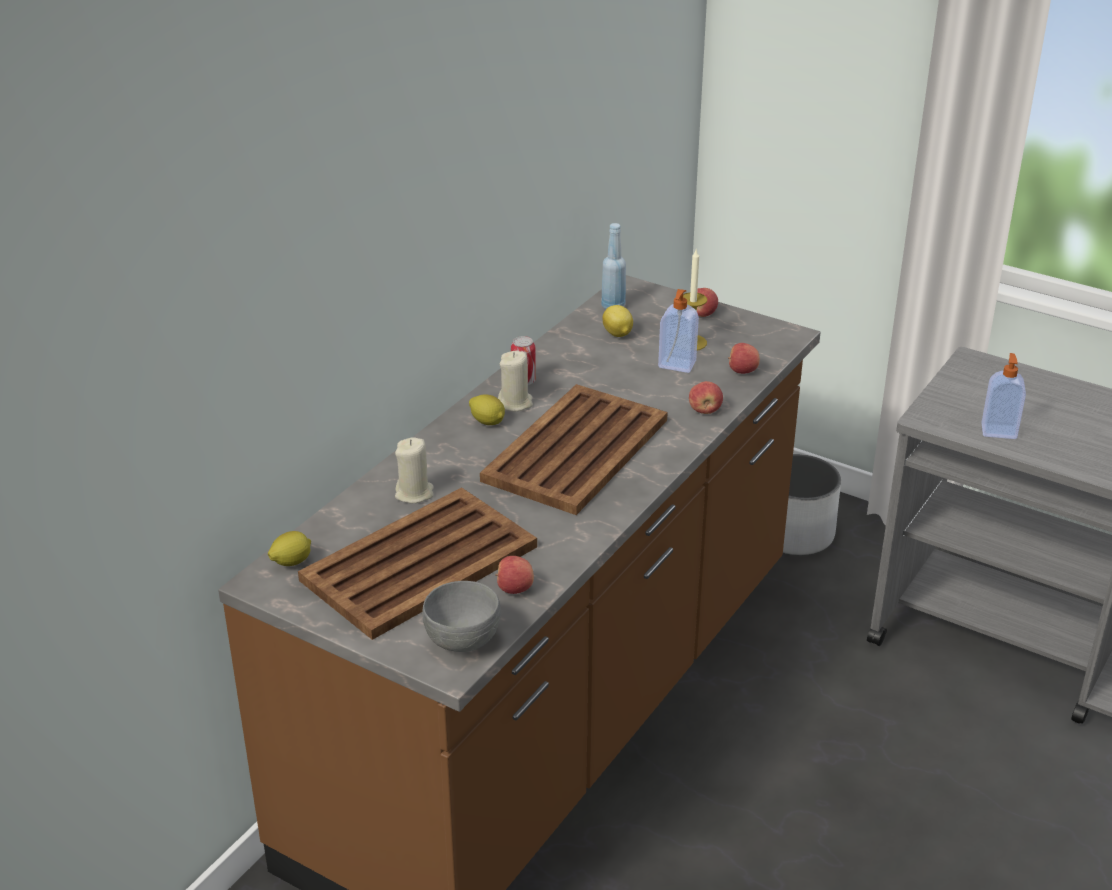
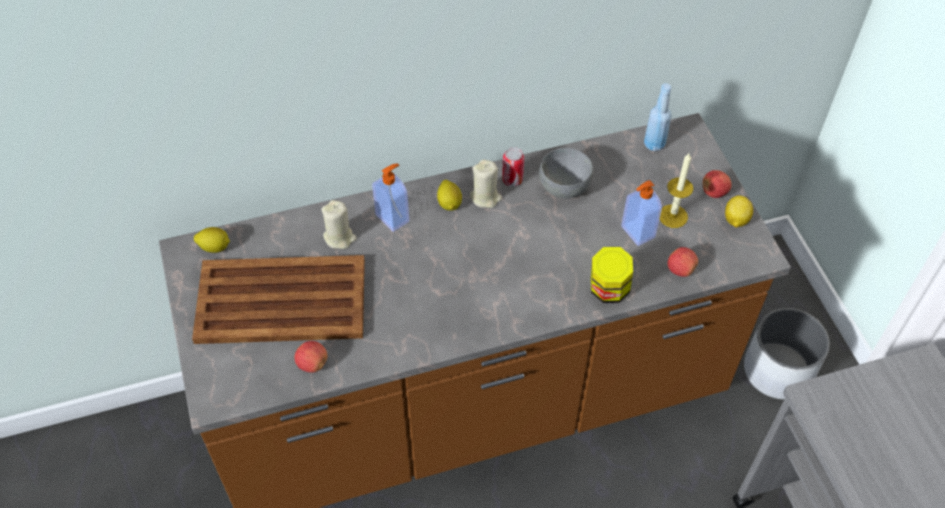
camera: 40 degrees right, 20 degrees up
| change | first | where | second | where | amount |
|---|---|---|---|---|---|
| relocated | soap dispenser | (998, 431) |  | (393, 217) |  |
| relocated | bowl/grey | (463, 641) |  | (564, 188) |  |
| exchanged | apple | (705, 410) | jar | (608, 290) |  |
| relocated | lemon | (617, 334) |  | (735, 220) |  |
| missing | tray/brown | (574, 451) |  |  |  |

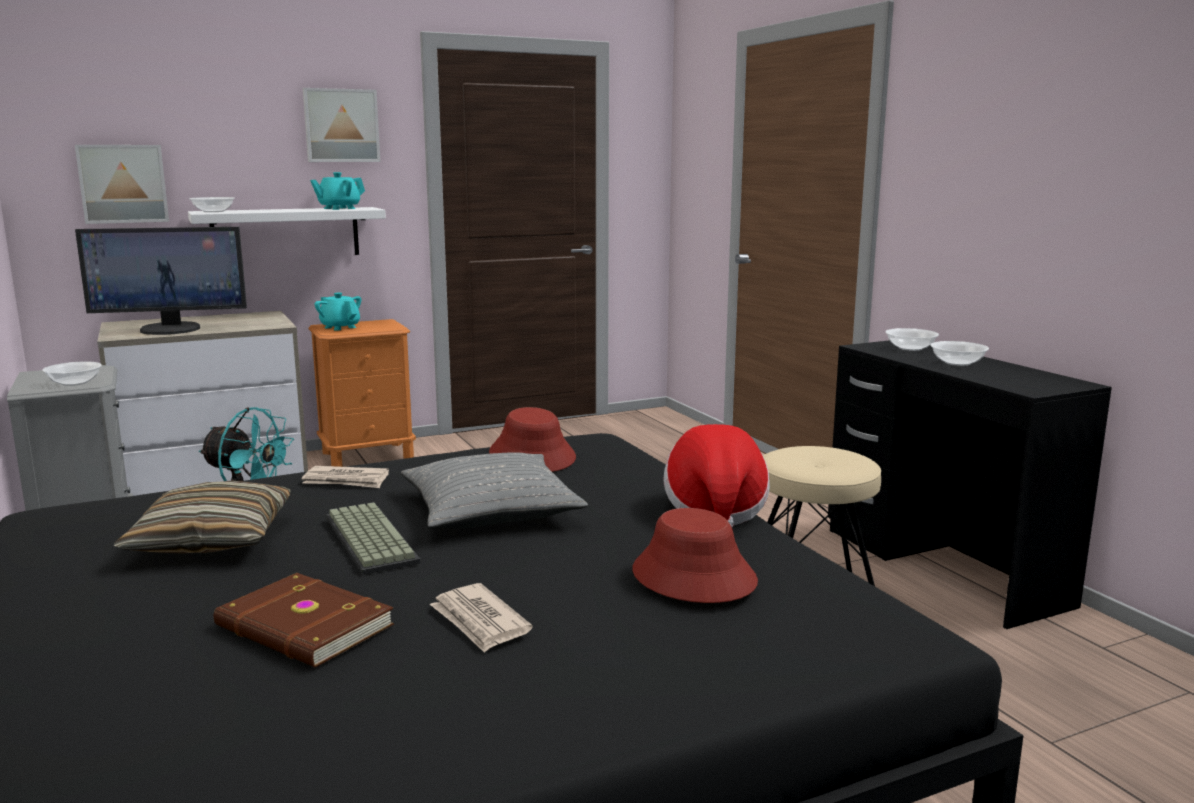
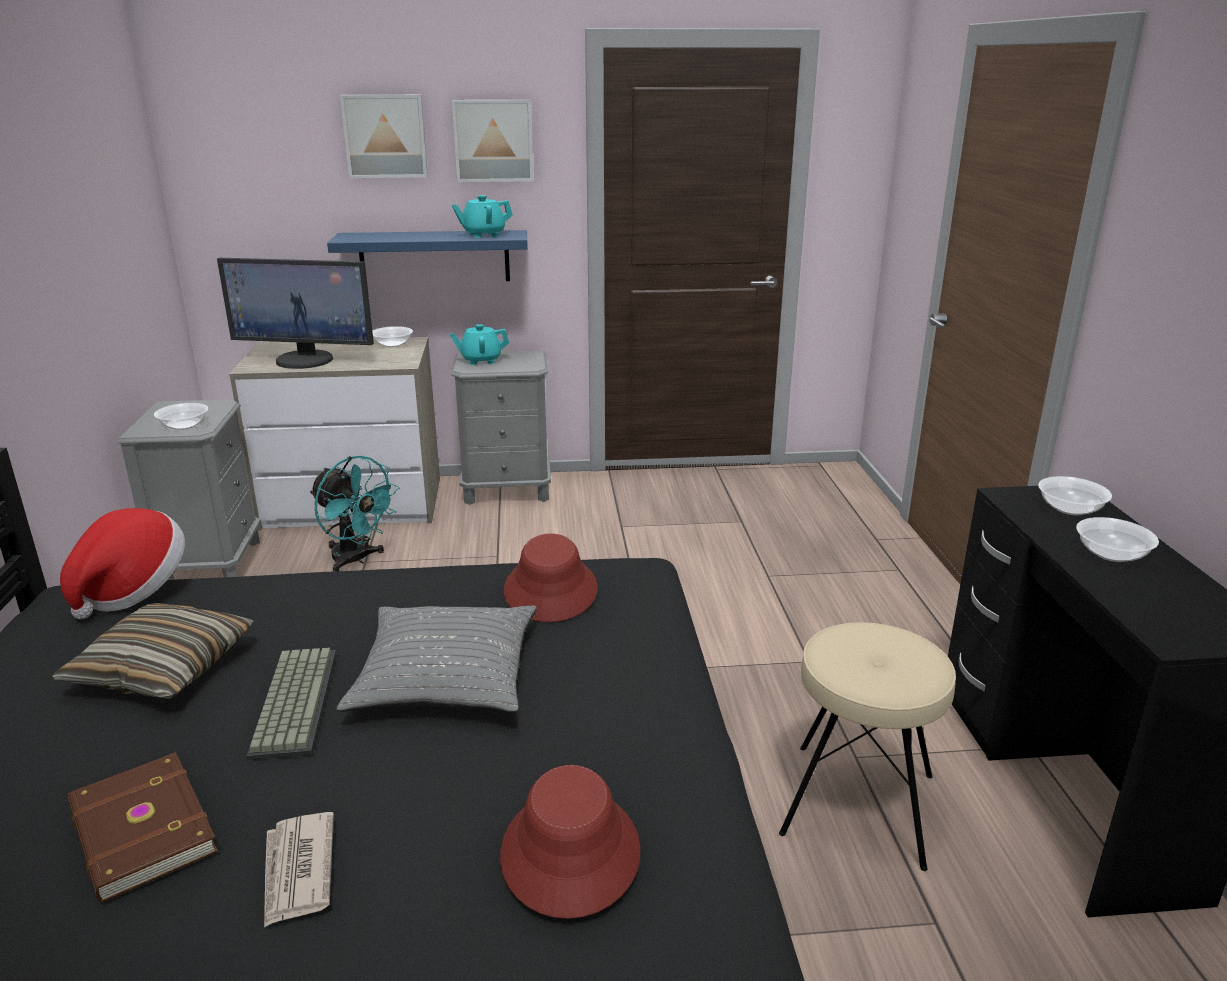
camera: 20 degrees right, 10 degrees up
| change | first | where | second | where | amount |
|---|---|---|---|---|---|
| relocated | hat | (715, 510) |  | (133, 590) |  |
| colour | shelf/white | (286, 233) | shelf/blue | (434, 257) |  |
| relocated | picture | (123, 183) |  | (385, 136) |  |
| relocated | bowl | (213, 211) |  | (392, 344) |  |
| spun | teapot/turquoise | (340, 327) |  | (481, 360) | 75 degrees counterclockwise |
| colour | nightstand/orange | (368, 455) | nightstand/grey | (507, 490) |  |
| missing | newspaper | (346, 481) |  |  |  |

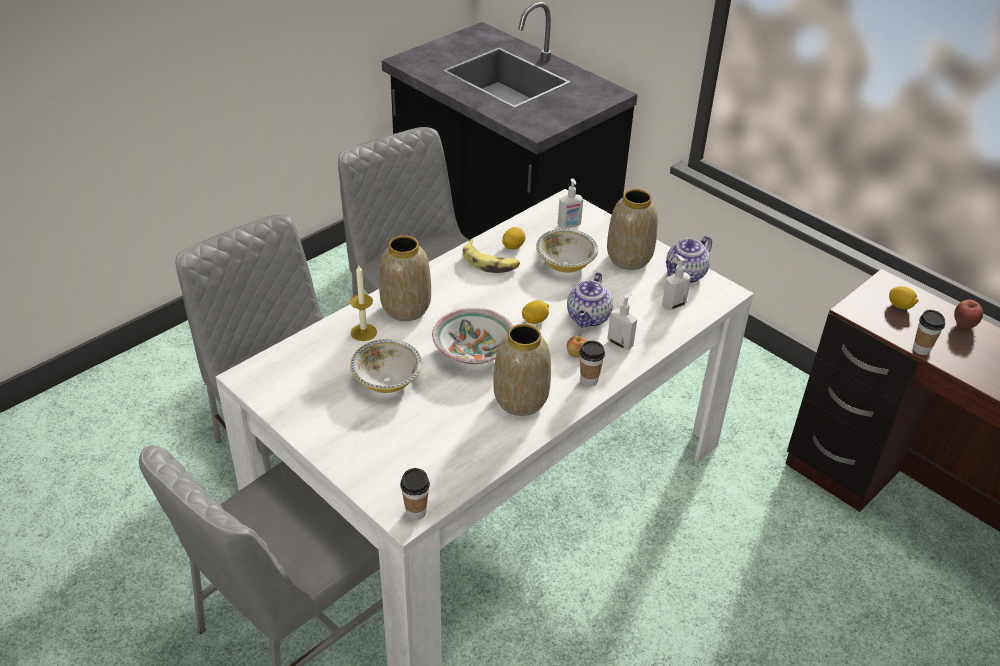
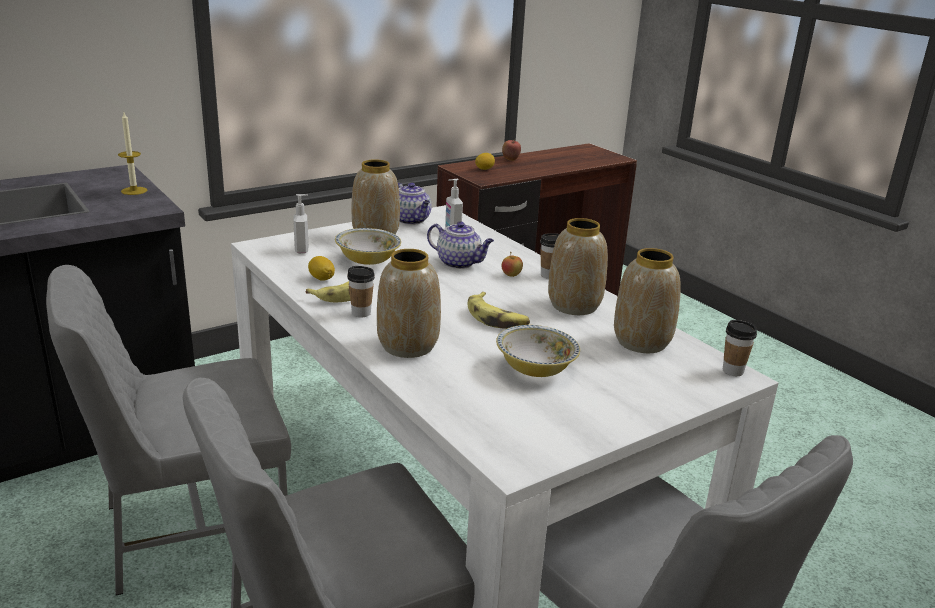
camera: 80 degrees left, 15 degrees down
| change | first | where | second | where | amount |
|---|---|---|---|---|---|
| relocated | candle | (363, 332) |  | (134, 191) |  |
| relocated | cup | (921, 349) |  | (361, 313) |  |
| exchanged | bowl | (474, 352) | banana | (497, 318) |  |
| appeared |  |  | vase | (641, 342) |  |
| missing | lemon | (535, 320) |  |  |  |
| missing | soap dispenser | (620, 343) |  |  |  |

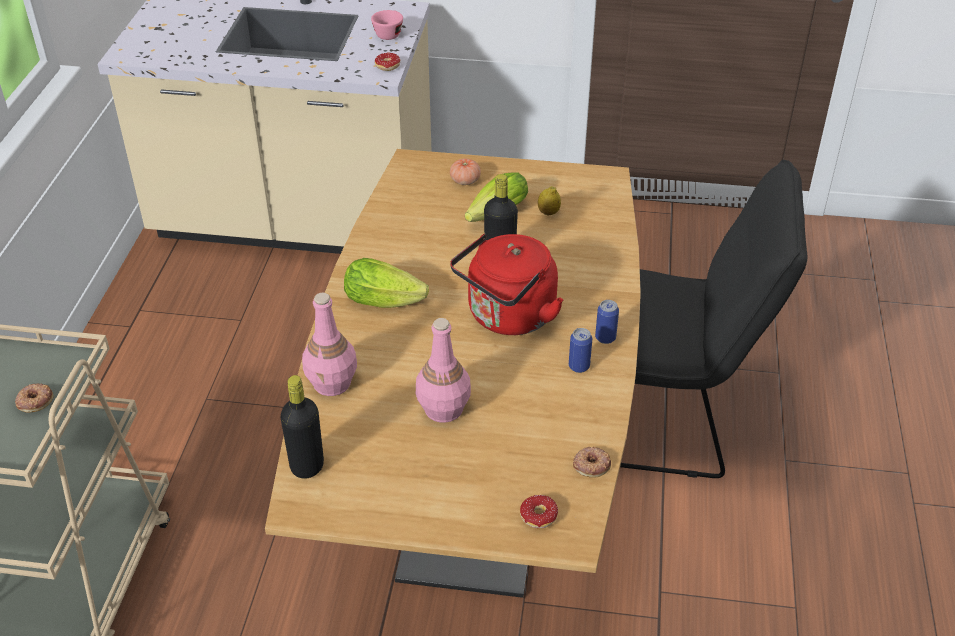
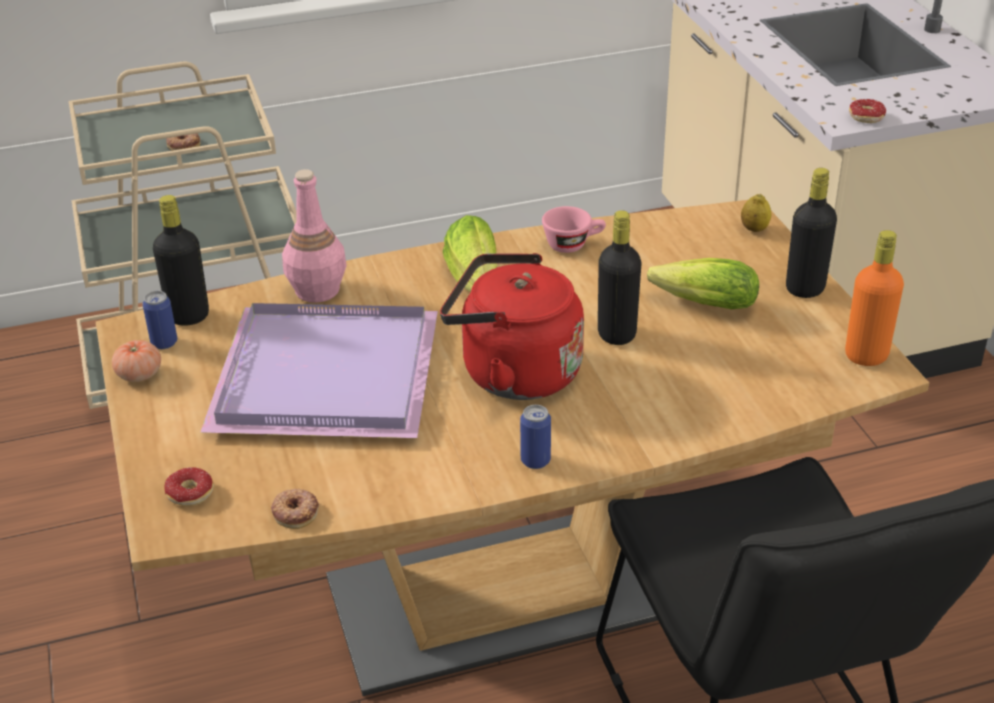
camera: 65 degrees right, 5 degrees down
| change | first | where | second | where | amount |
|---|---|---|---|---|---|
| relocated | tomato | (465, 181) |  | (139, 374) |  |
| relocated | can | (579, 366) |  | (164, 343) |  |
| exchanged | bottle/pink | (443, 409) | tray/purple | (323, 374) |  |
| relocated | cup/pink | (389, 33) |  | (573, 244) |  |
| relocated | lemon | (548, 213) |  | (754, 229) |  |
| appeared |  |  | bottle/black | (805, 288) |  |
| appeared |  |  | bottle/orange | (866, 356) |  |

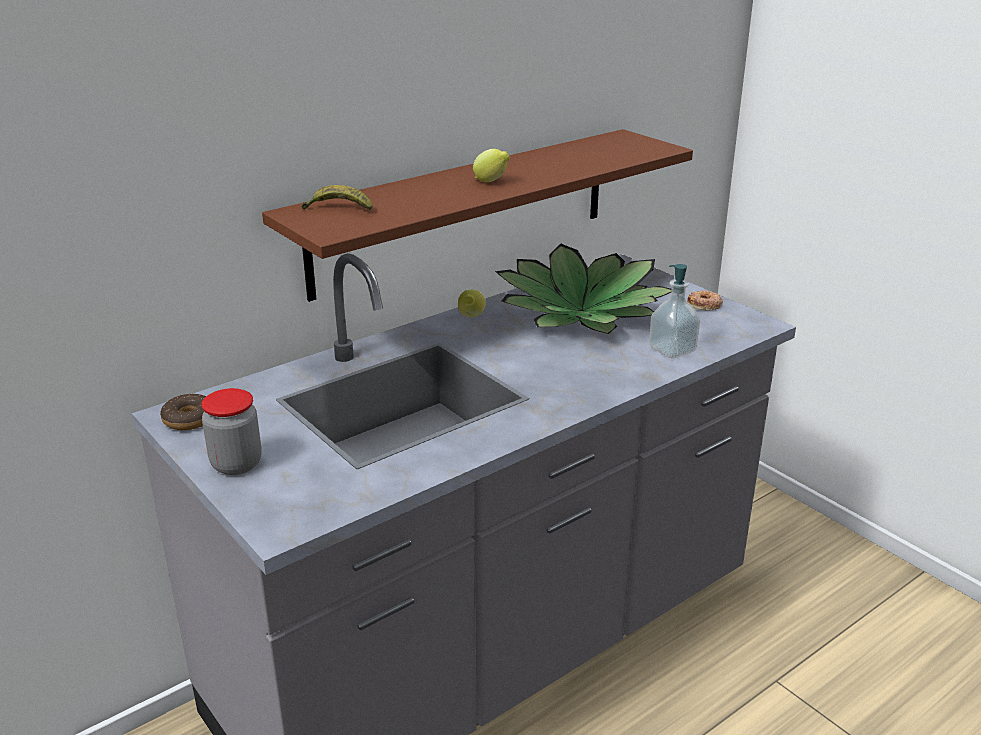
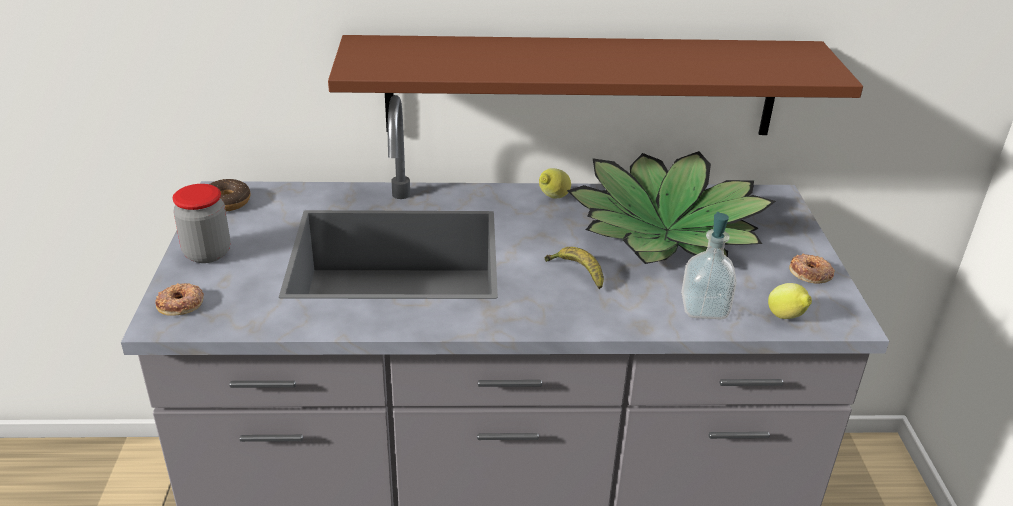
camera: 35 degrees right, 5 degrees up
| change | first | where | second | where | amount |
|---|---|---|---|---|---|
| appeared |  |  | donut | (181, 304) |  |
| relocated | banana | (339, 209) |  | (577, 273) |  |
| relocated | lemon | (491, 182) |  | (786, 318) |  |

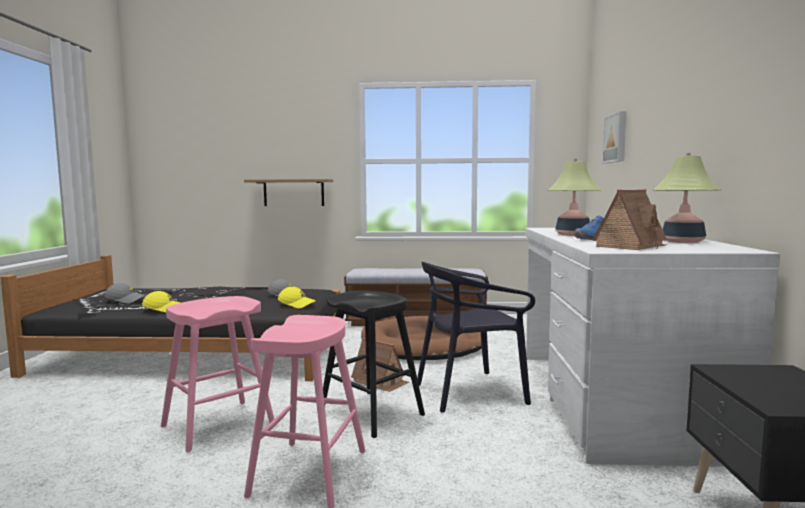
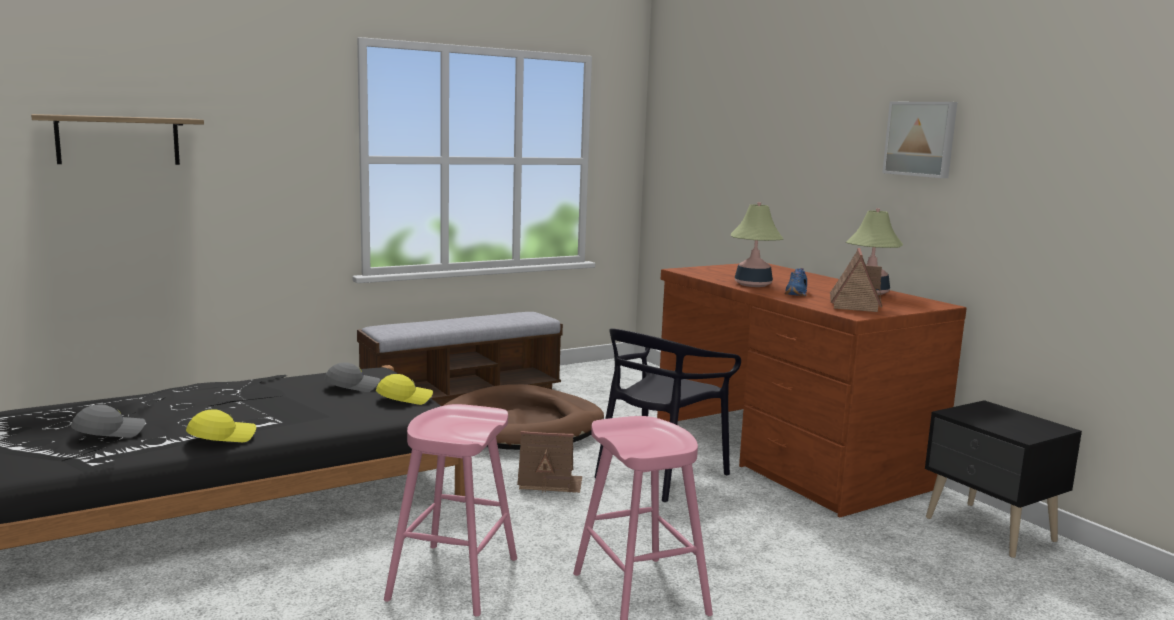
camera: 35 degrees left, 5 degrees up
| change | first | where | second | where | amount |
|---|---|---|---|---|---|
| relocated | shelf | (293, 192) |  | (118, 140) |  |
| colour | desk/white | (613, 400) | desk/brown | (787, 453) |  |
| relocated | picture | (616, 138) |  | (921, 139) |  |
| missing | stool/black | (371, 413) |  |  |  |

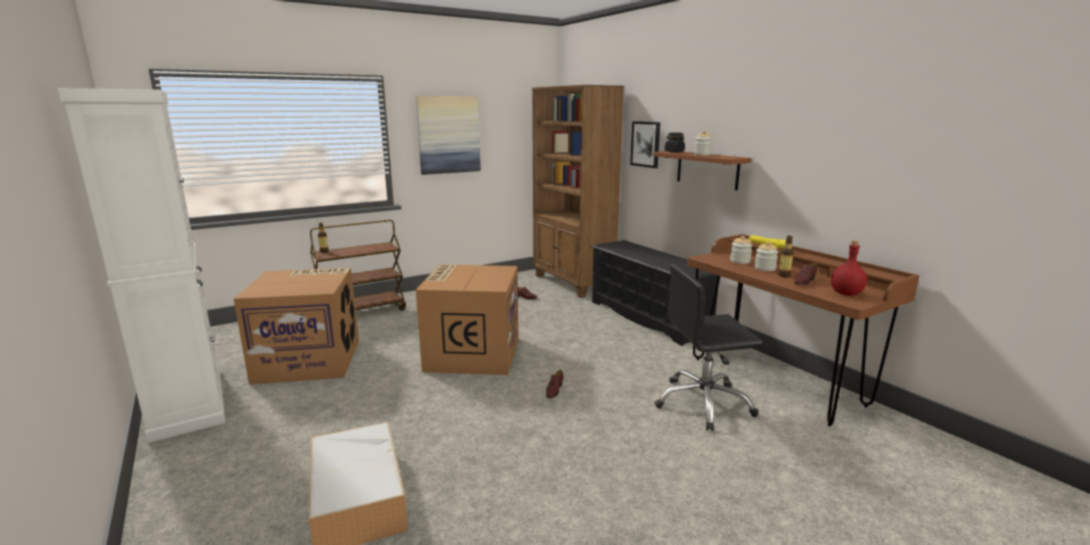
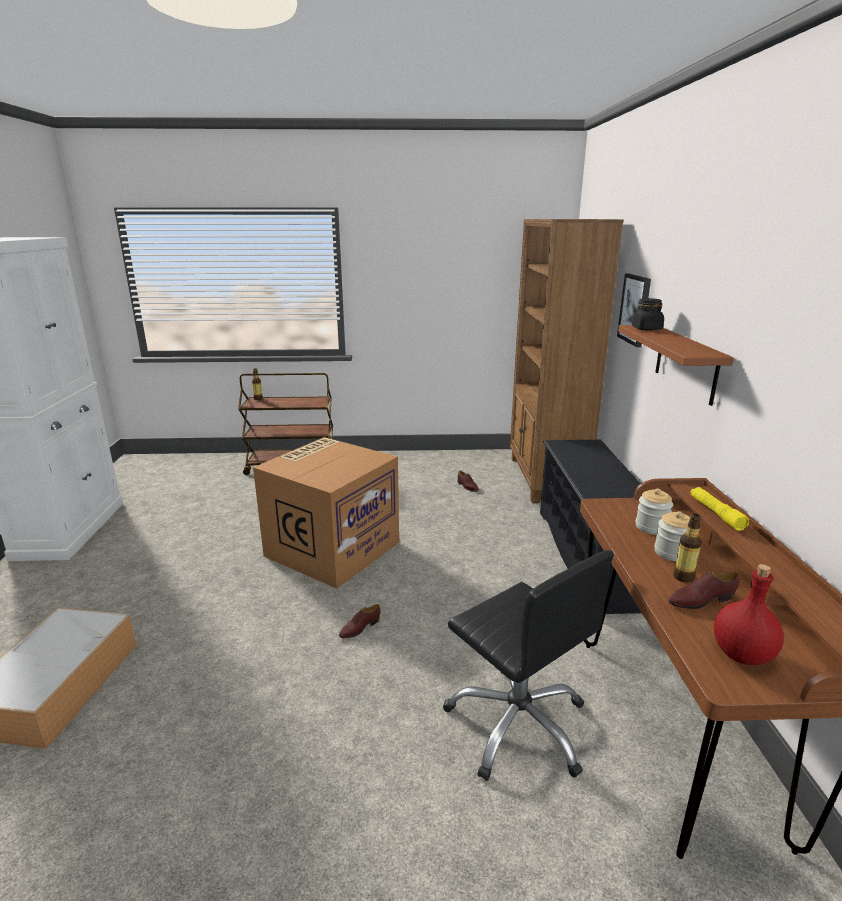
camera: 30 degrees right, 5 degrees up
| change | first | where | second | where | amount |
|---|---|---|---|---|---|
| spun | office chair/black | (703, 403) |  | (518, 724) | 150 degrees counterclockwise |
| missing | cardboard box | (310, 360) |  |  |  |
| missing | picture | (448, 135) |  |  |  |
| missing | jar | (702, 154) |  |  |  |

